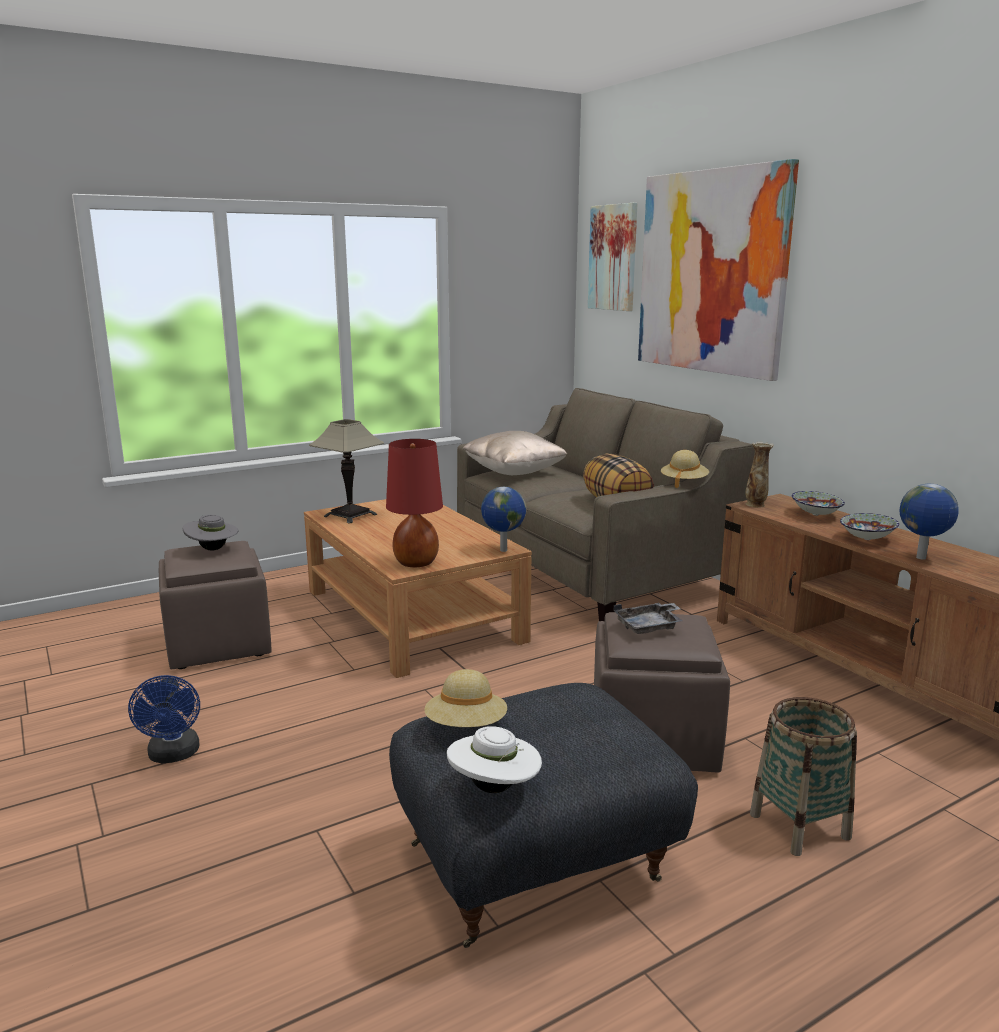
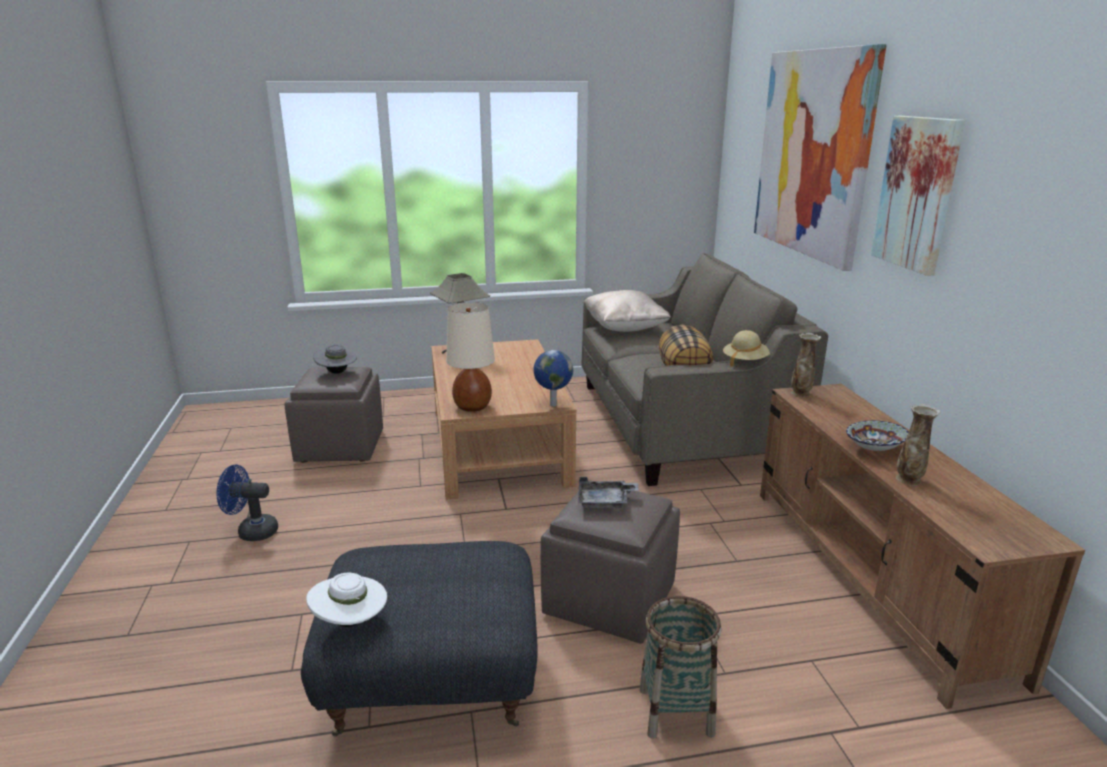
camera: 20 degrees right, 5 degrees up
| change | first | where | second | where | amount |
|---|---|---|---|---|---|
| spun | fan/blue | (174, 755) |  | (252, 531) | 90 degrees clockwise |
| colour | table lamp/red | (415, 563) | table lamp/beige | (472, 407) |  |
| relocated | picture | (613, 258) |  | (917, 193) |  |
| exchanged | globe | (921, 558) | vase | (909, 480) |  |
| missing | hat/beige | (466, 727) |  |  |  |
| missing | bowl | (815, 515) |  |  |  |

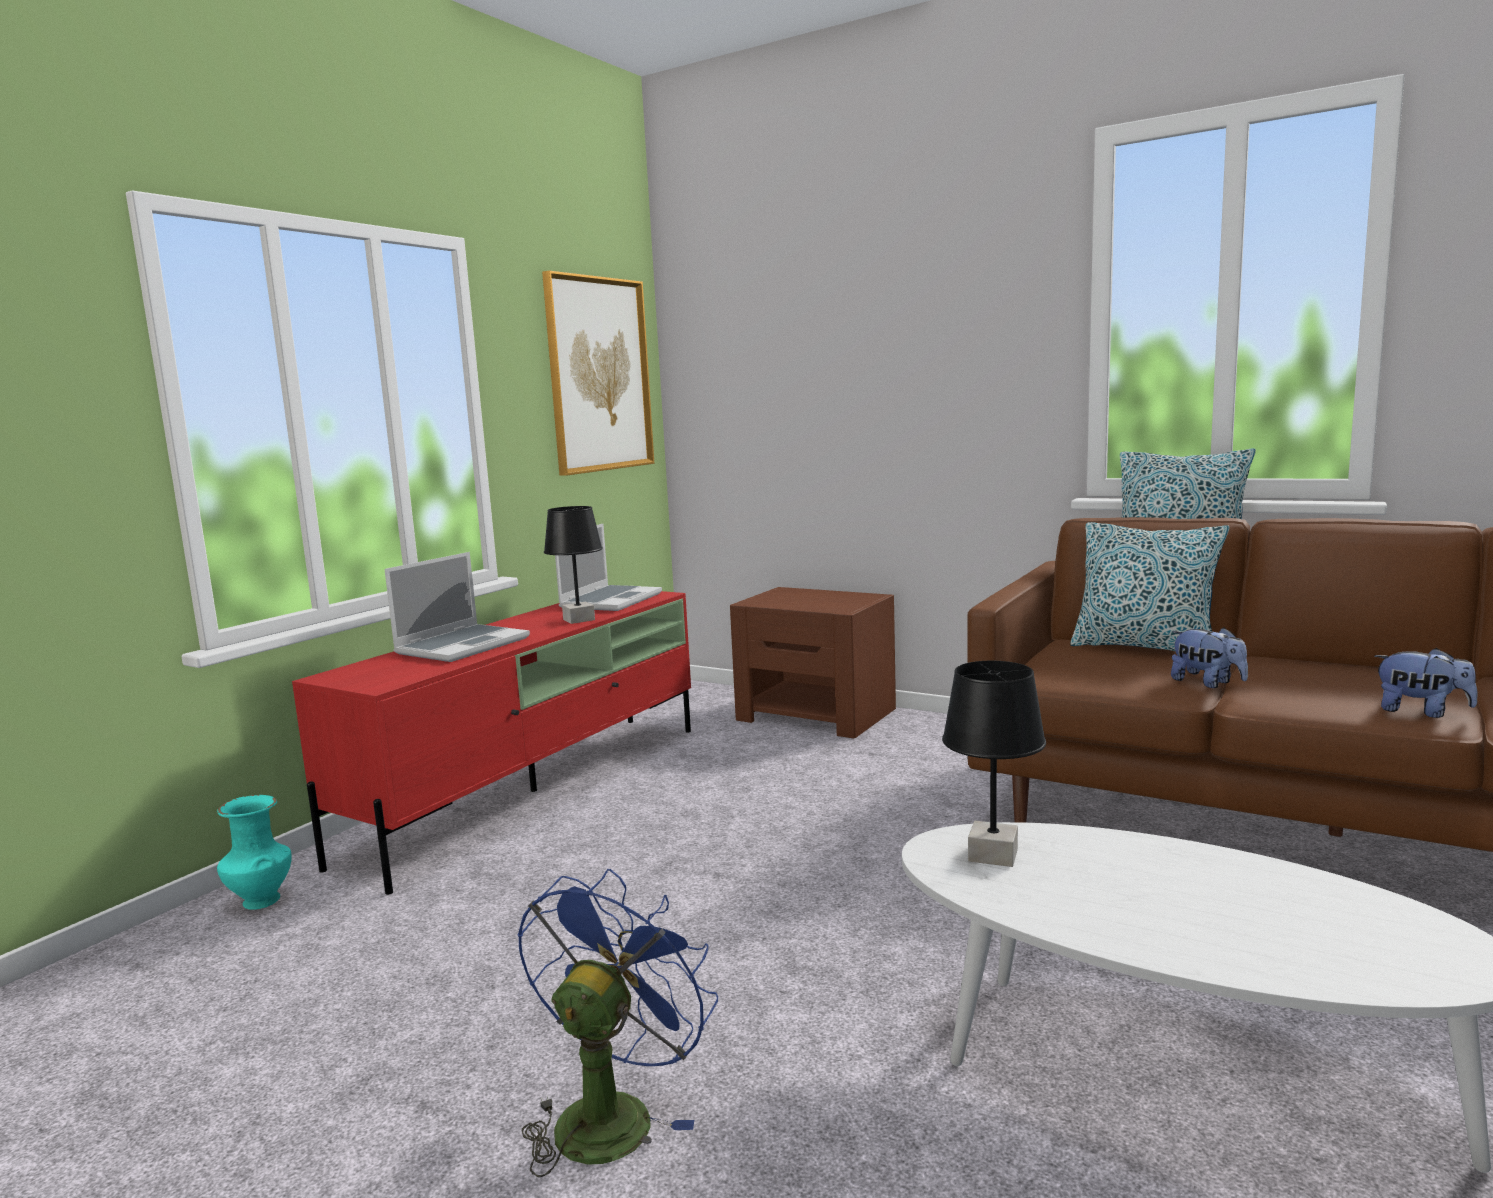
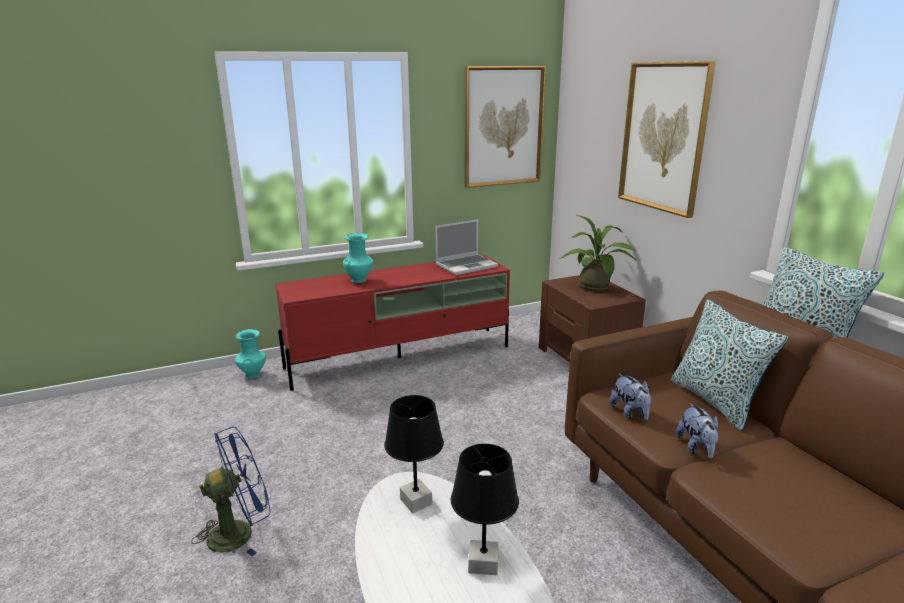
camera: 35 degrees right, 10 degrees up
| change | first | where | second | where | amount |
|---|---|---|---|---|---|
| exchanged | laptop | (463, 645) | vase/turquoise | (359, 280) |  |
| relocated | table lamp/black | (578, 620) |  | (483, 564) |  |
| appeared |  |  | potted plant | (596, 288) |  |
| relocated | plush toy | (1421, 712) |  | (630, 412) |  |
| appeared |  |  | picture | (663, 137) |  |

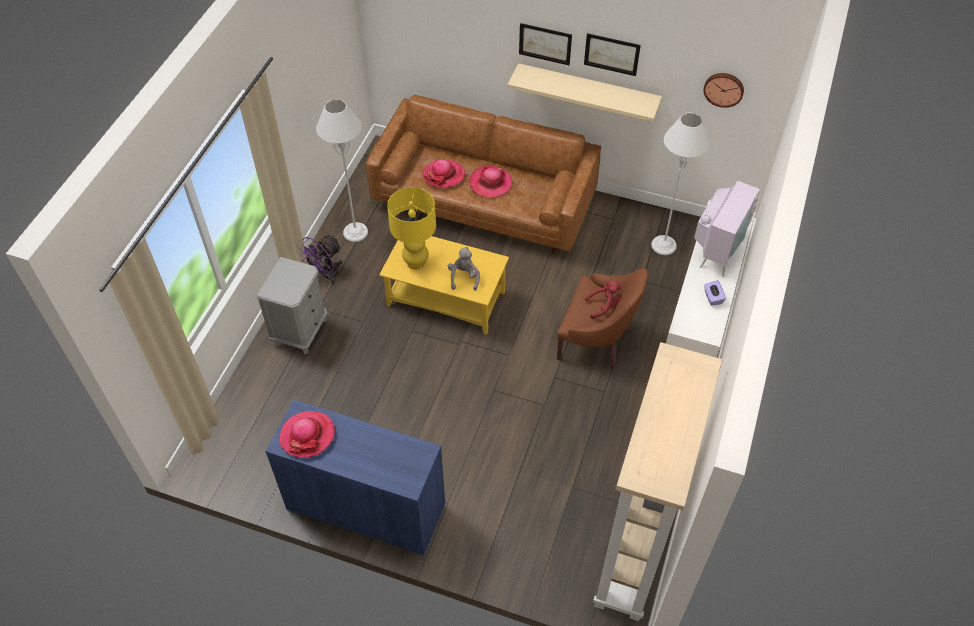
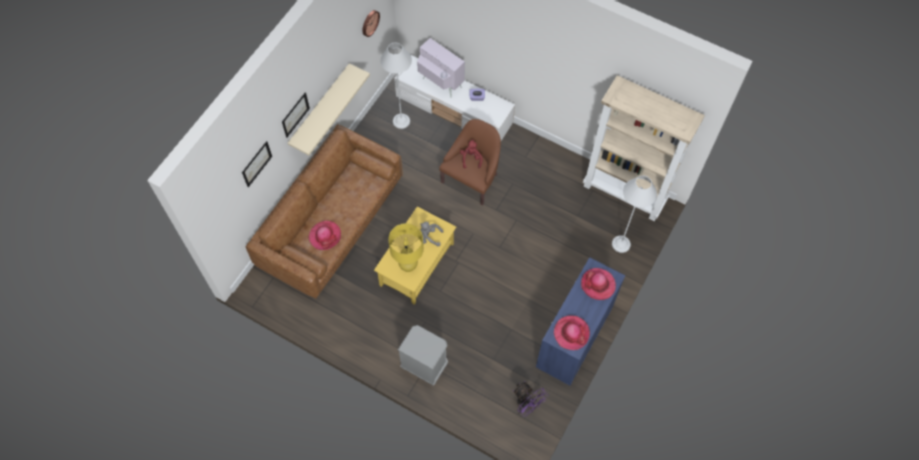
camera: 80 degrees left, 10 degrees up
| change | first | where | second | where | amount |
|---|---|---|---|---|---|
| relocated | picture | (611, 54) |  | (256, 164) |  |
| relocated | fan/purple | (325, 275) |  | (526, 405) |  |
| relocated | hat | (490, 183) |  | (598, 284) |  |
| relocated | floor lamp/grey | (355, 232) |  | (621, 244) |  |

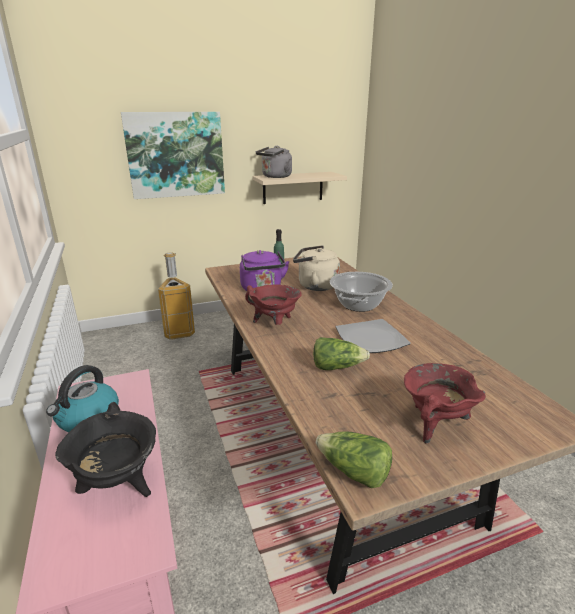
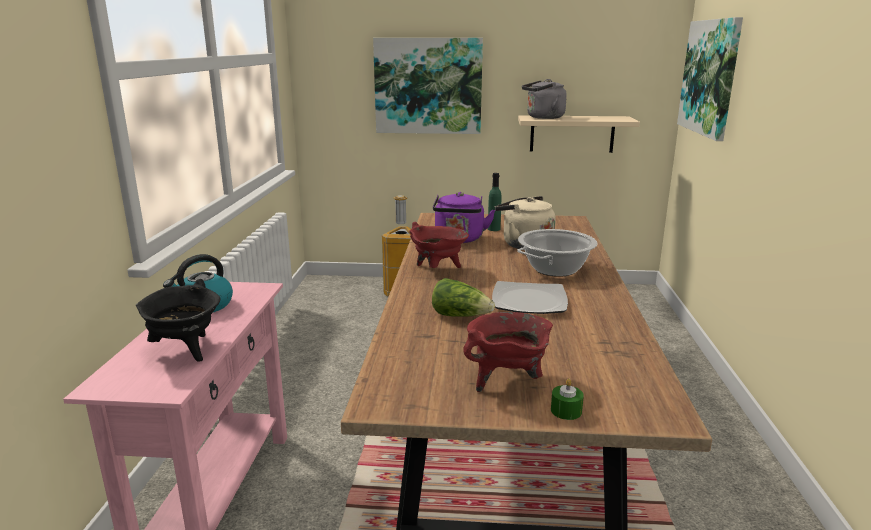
camera: 25 degrees right, 5 degrees down
| change | first | where | second | where | amount |
|---|---|---|---|---|---|
| appeared |  |  | candle/green | (566, 411) |  |
| appeared |  |  | picture | (710, 77) |  |
| missing | lettuce | (354, 472) |  |  |  |

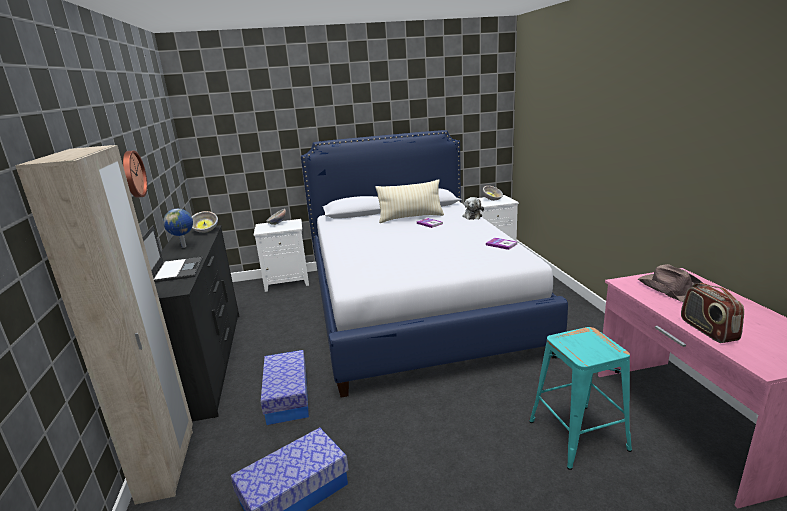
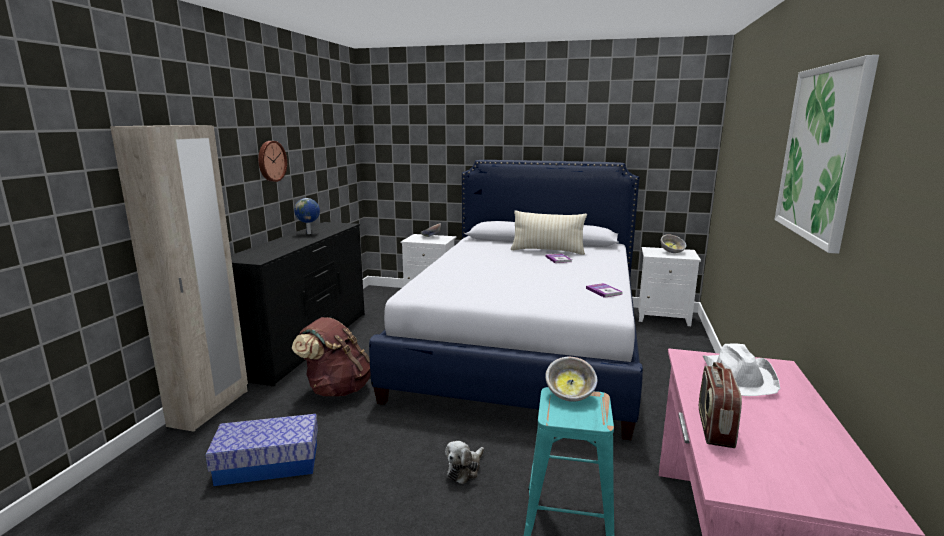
camera: 25 degrees right, 5 degrees down
| change | first | where | second | where | amount |
|---|---|---|---|---|---|
| exchanged | storage box | (287, 397) | backpack/brown | (337, 389) |  |
| relocated | plush toy | (472, 216) |  | (465, 469) |  |
| relocated | bowl | (206, 231) |  | (570, 395) |  |
| colour | hat/brown | (671, 288) | hat/white | (739, 376) |  |
| appeared |  |  | picture | (821, 153) |  |
| missing | laptop | (177, 270) |  |  |  |

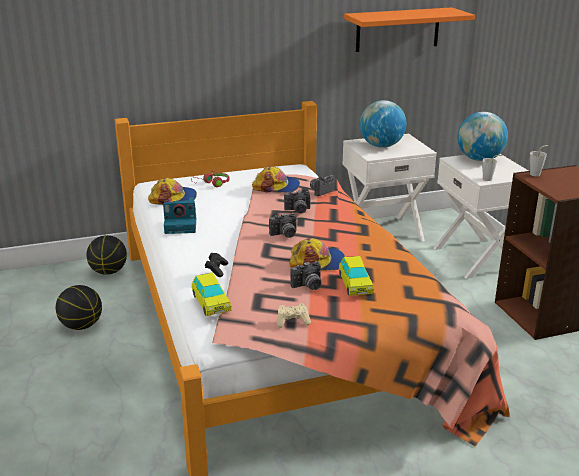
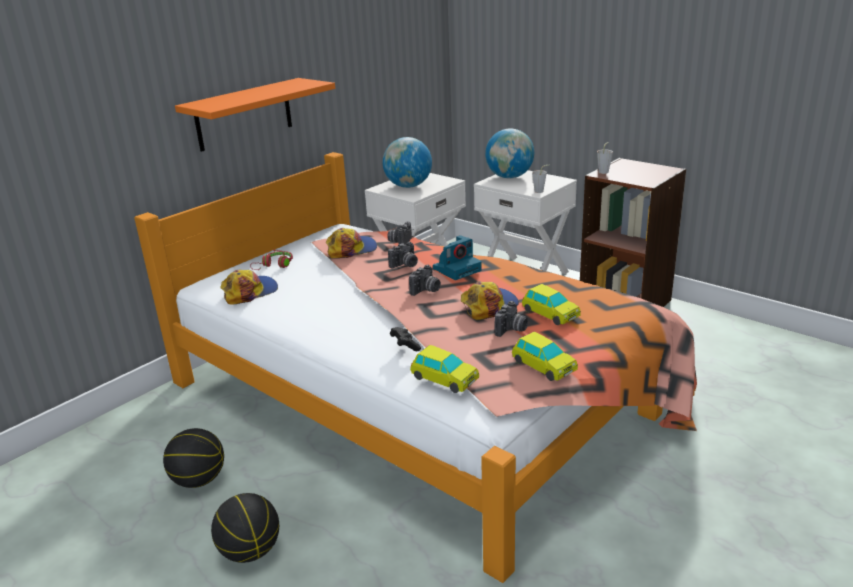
camera: 30 degrees left, 0 degrees up
| change | first | where | second | where | amount |
|---|---|---|---|---|---|
| relocated | shelf/orange | (397, 29) |  | (244, 114) |  |
| relocated | basketball | (109, 272) |  | (251, 551) |  |
| relocated | photo camera | (181, 225) |  | (457, 269) |  |
| exchanged | game controller/beige | (292, 321) | toy car | (544, 366) |  |

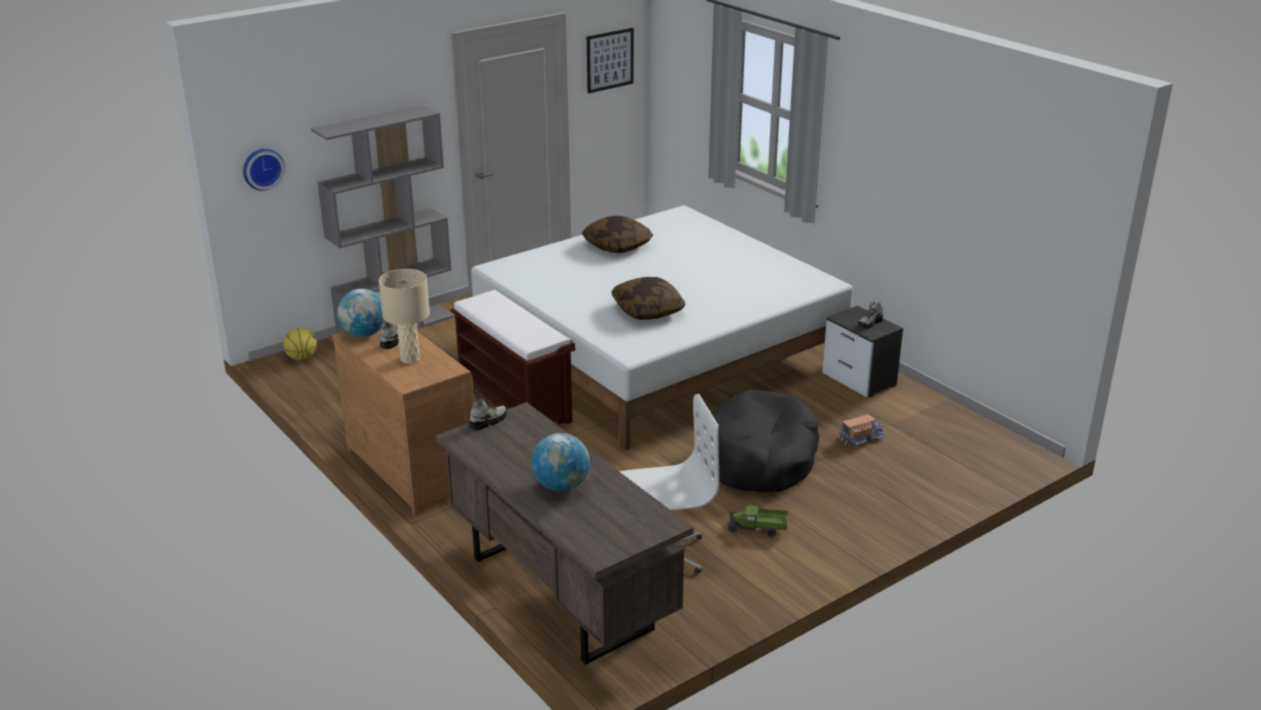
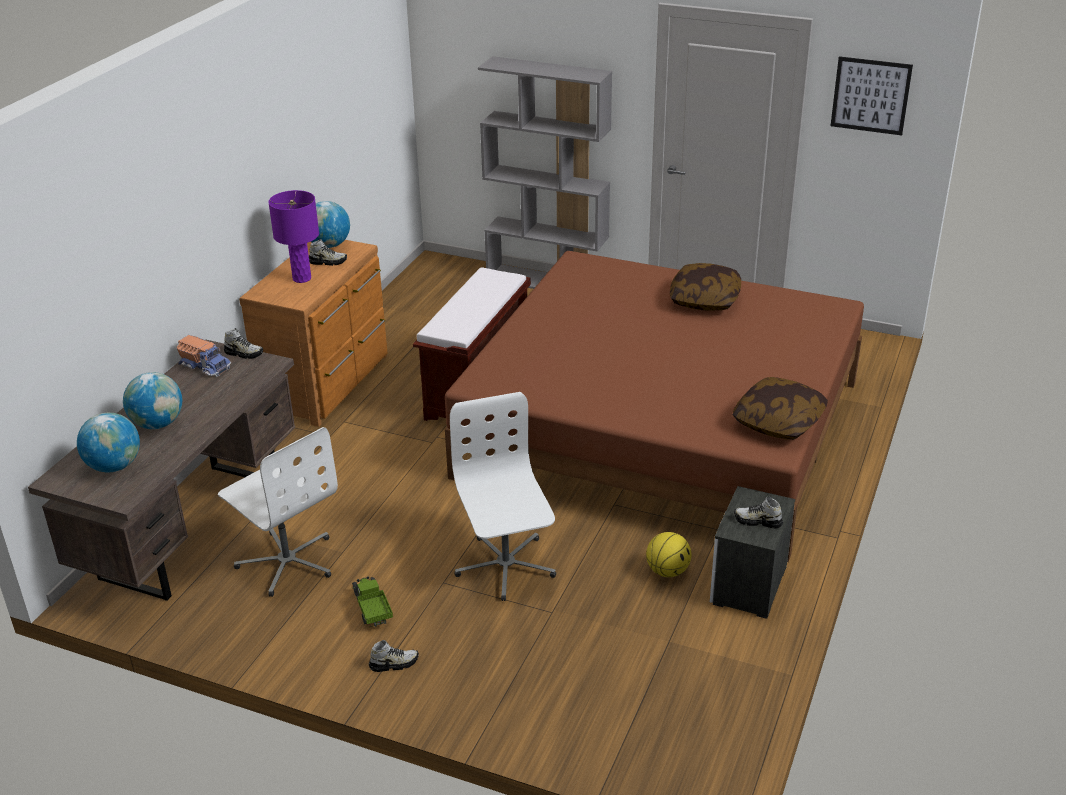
camera: 60 degrees right, 5 degrees up
| change | first | where | second | where | amount |
|---|---|---|---|---|---|
| appeared |  |  | globe | (114, 466) |  |
| relocated | toy truck | (861, 438) |  | (205, 366) |  |
| colour | table lamp/beige | (410, 359) | table lamp/purple | (301, 278) |  |
| appeared |  |  | shoe | (394, 663) |  |
| colour | bed/white | (658, 350) | bed/brown | (661, 428) |  |
| exchanged | dog bed/black | (759, 459) | office chair/white | (505, 566) |  |
| relocated | basketball | (302, 358) |  | (668, 571) |  |
| relocated | pillow | (648, 310) |  | (778, 422) |  |
| missing | wall clock | (262, 168) |  |  |  |

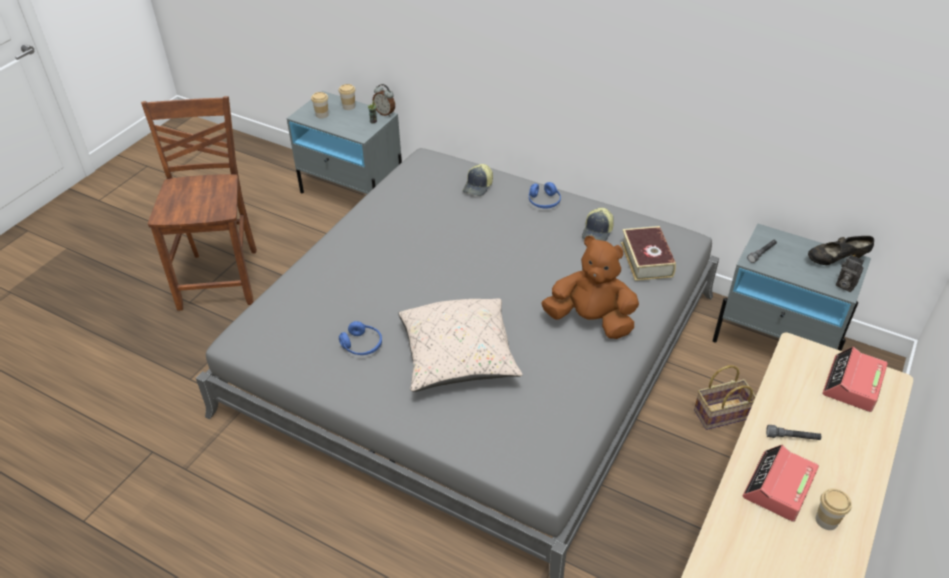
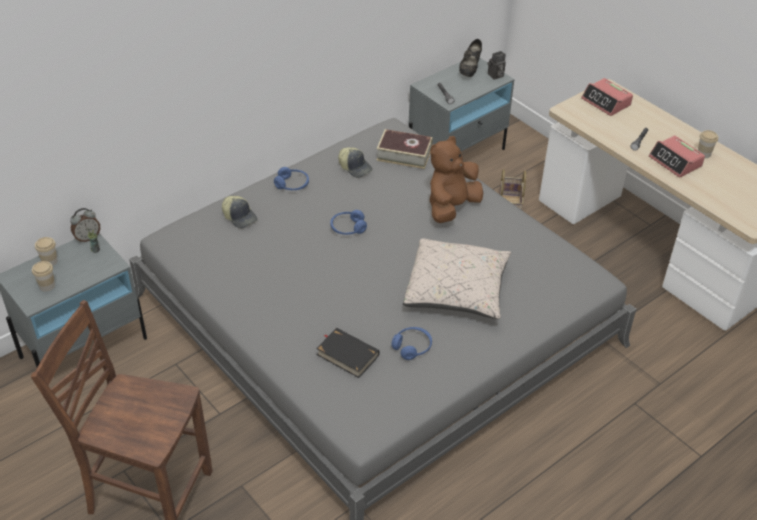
camera: 70 degrees left, 0 degrees up
| change | first | where | second | where | amount |
|---|---|---|---|---|---|
| appeared |  |  | book/black | (347, 355) |  |
| appeared |  |  | headphones/blue | (348, 228) |  |

